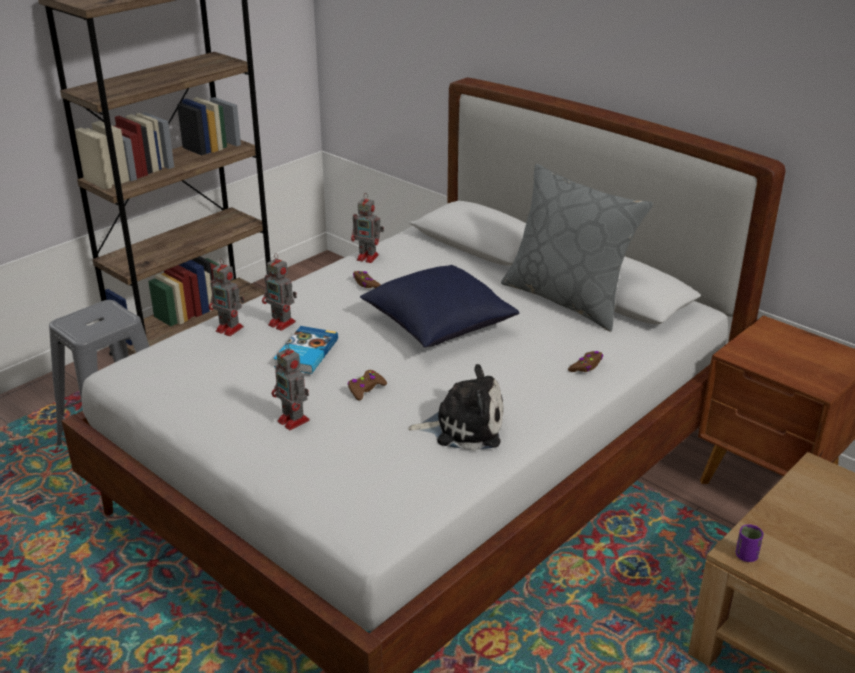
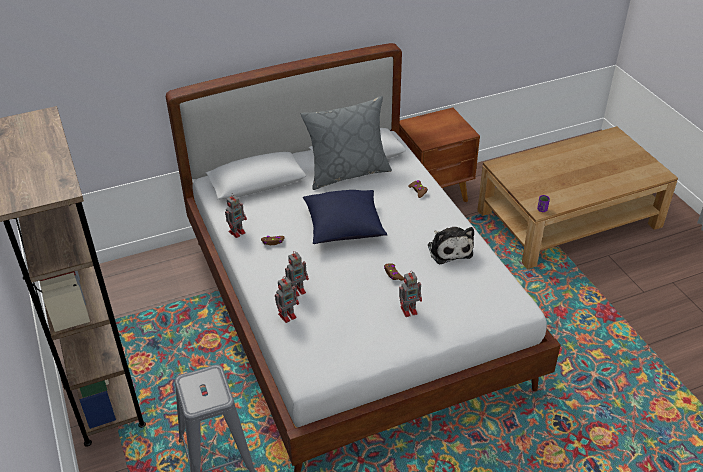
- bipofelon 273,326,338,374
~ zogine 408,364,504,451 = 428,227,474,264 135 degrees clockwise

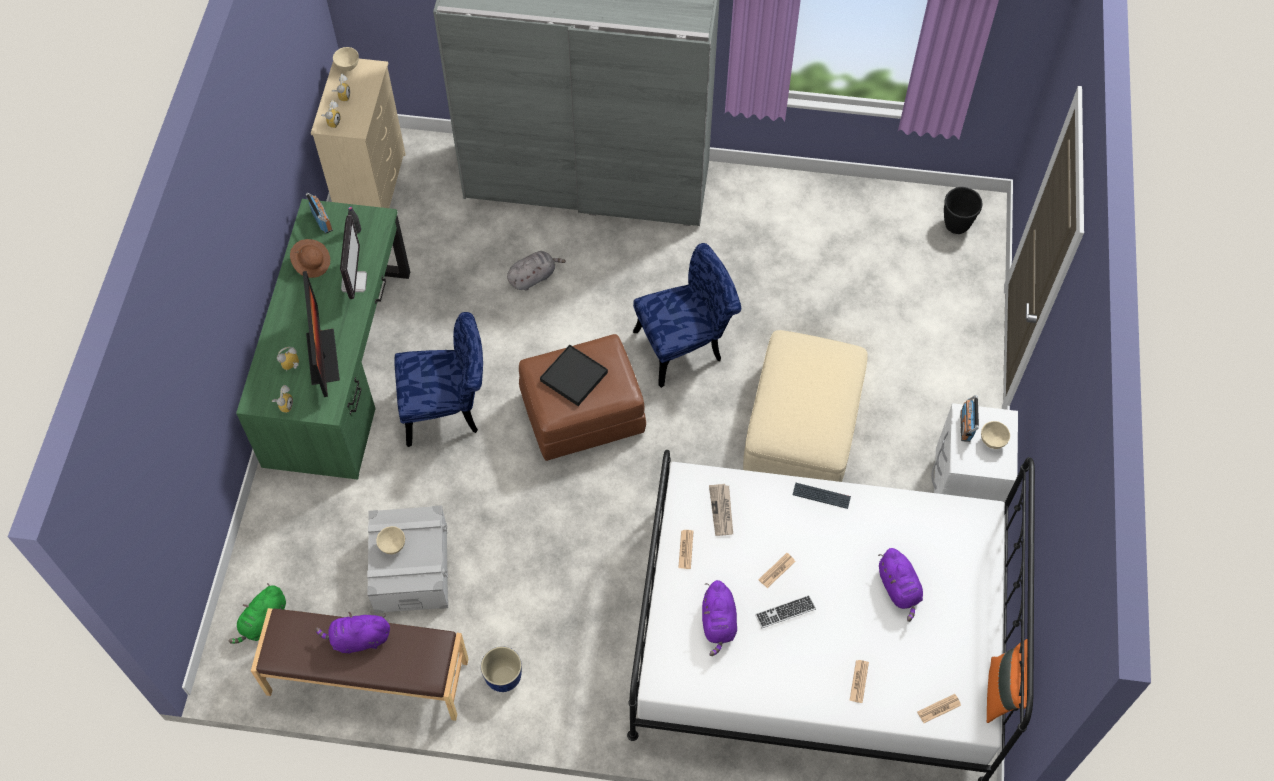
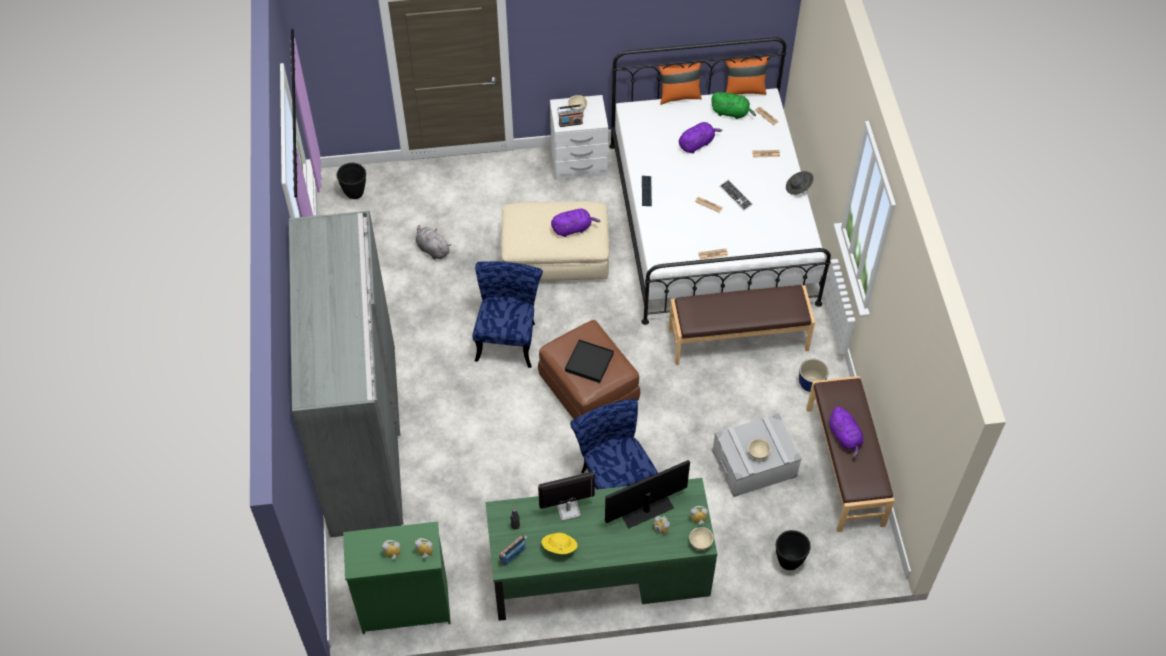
~ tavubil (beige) 333,47,359,71 to 689,527,714,550
~ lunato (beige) 311,59,406,208 to lunato (green) 343,521,451,634
~ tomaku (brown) 290,239,330,278 to tomaku (yellow) 542,533,577,554
~ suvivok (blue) 633,243,741,388 = 472,261,543,368 45 degrees clockwise
~ zogine (grey) 507,251,566,291 to 416,225,451,260
- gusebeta 709,484,733,536
~ zogine (purple) 702,580,737,656 to 551,209,601,237
~ zogine (green) 228,583,286,644 to 711,92,756,119
+ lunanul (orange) 658,63,702,105
+ tomaku (grey) 786,171,814,195
+ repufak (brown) 669,285,815,365
+ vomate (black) 776,530,811,570

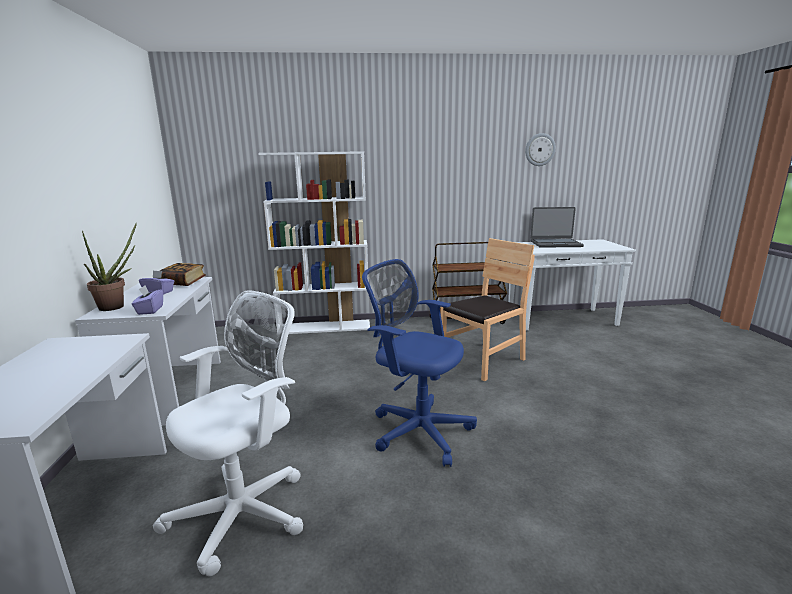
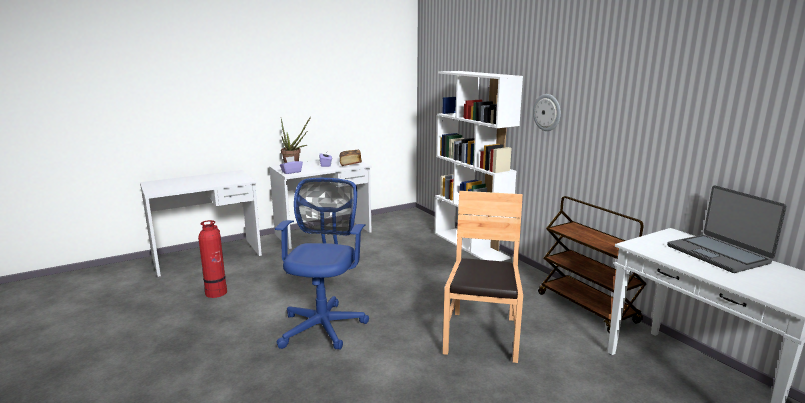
~ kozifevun 525,133,556,166 to 533,94,561,131
~ suvivok (brown) 440,238,535,382 = 443,191,523,363 105 degrees counterclockwise
~ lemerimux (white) 153,291,303,576 to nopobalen 198,220,227,298

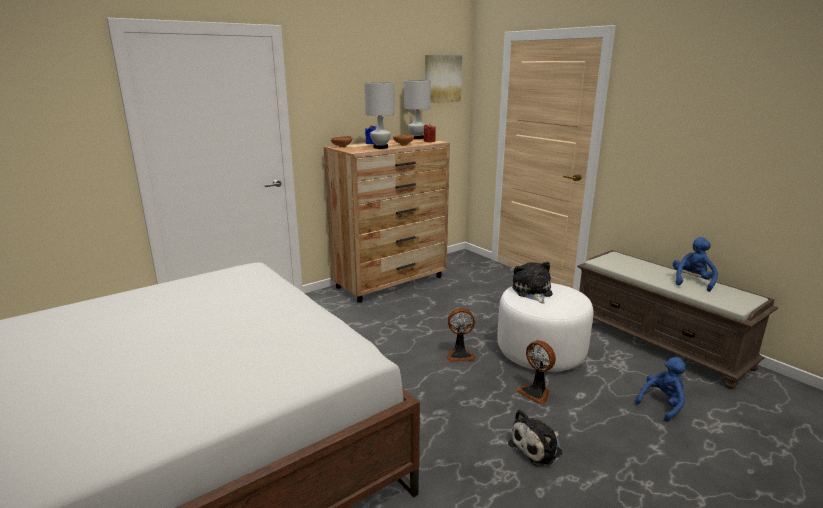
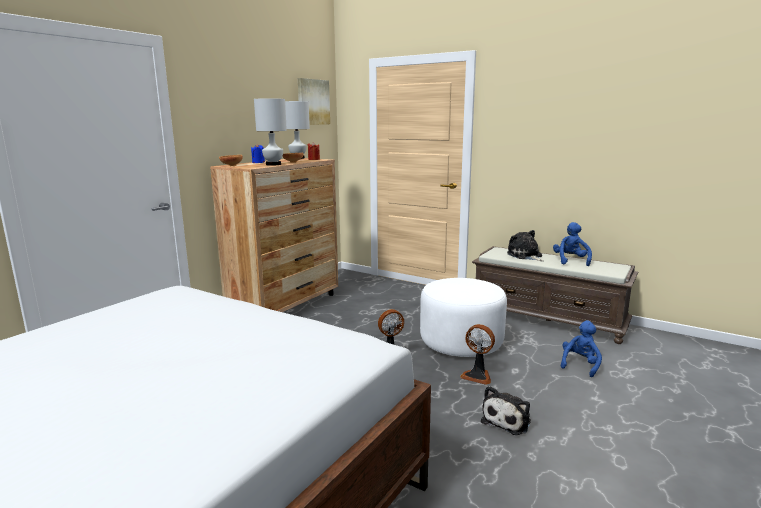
~ zogine 512,262,553,304 to 507,230,544,261

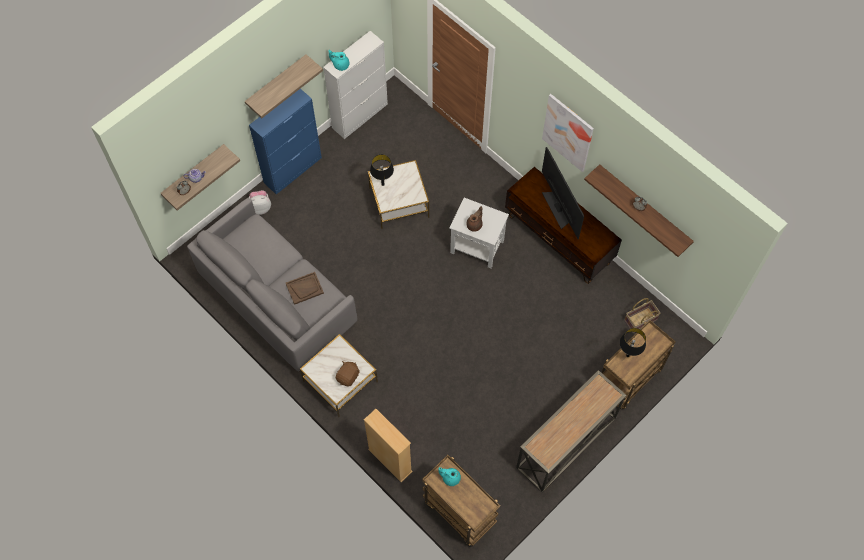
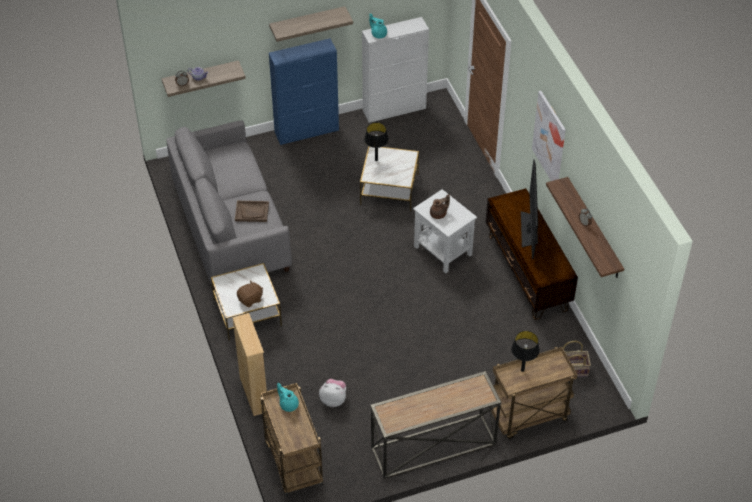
~ zogine 249,190,271,215 to 319,379,346,407

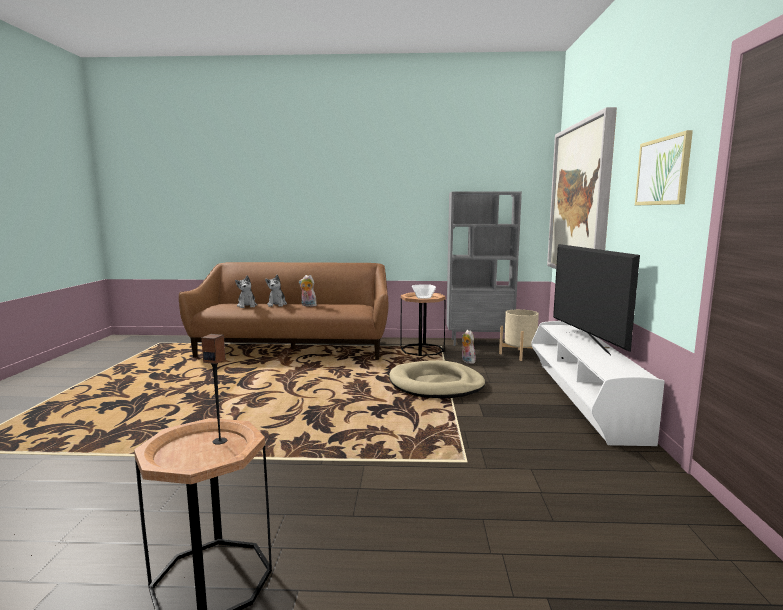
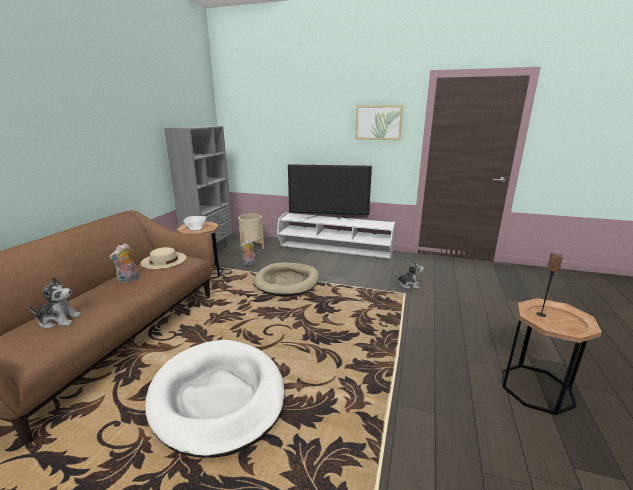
- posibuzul 547,107,617,269
~ zogine 265,275,287,307 to 394,259,424,289
+ tomaku (beige) 140,247,186,269
+ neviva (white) 145,340,285,458

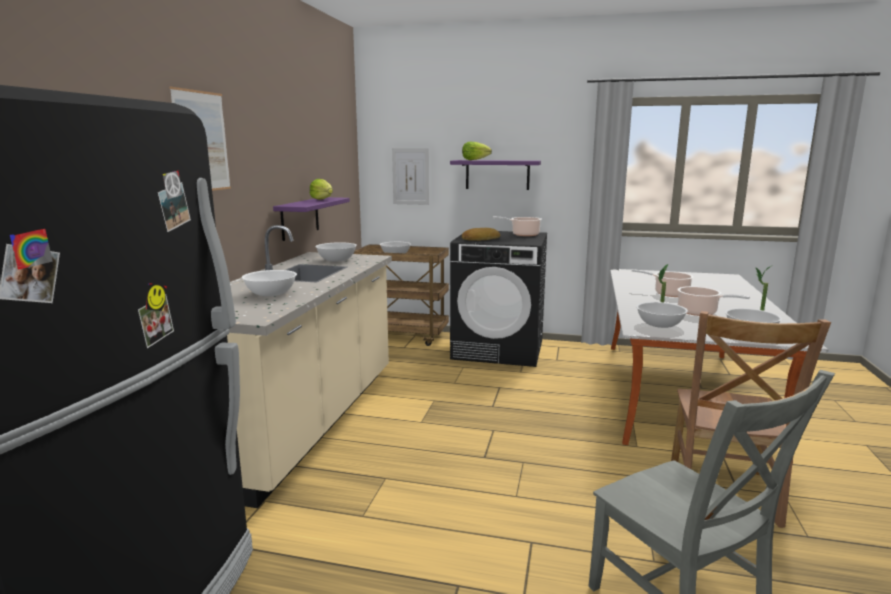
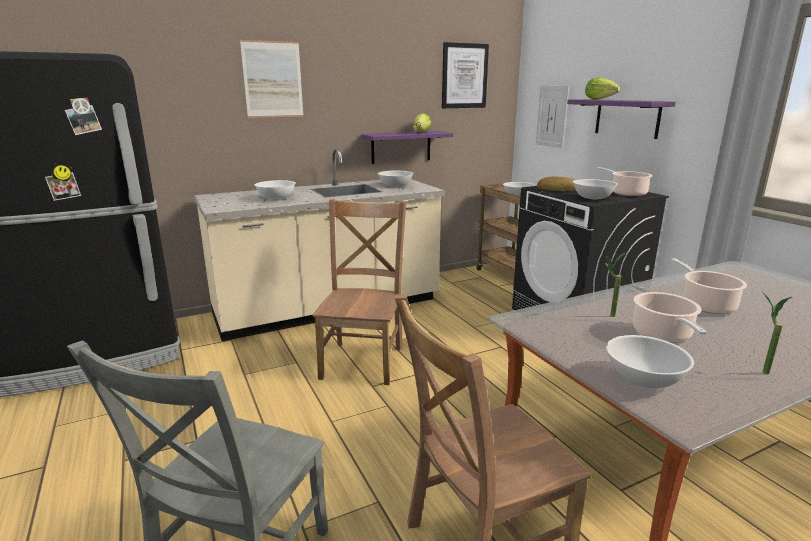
~ tavubil (white) 636,302,688,328 to 573,179,618,199
+ posibuzul 442,42,489,108
+ suvivok (brown) 312,199,407,385

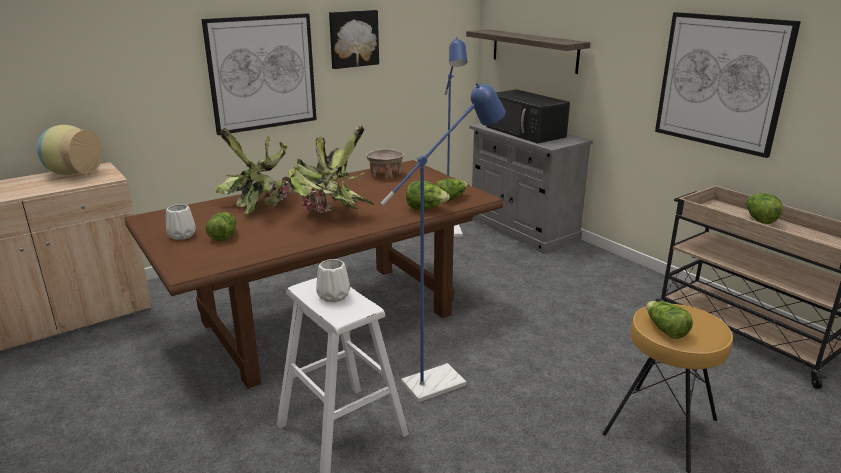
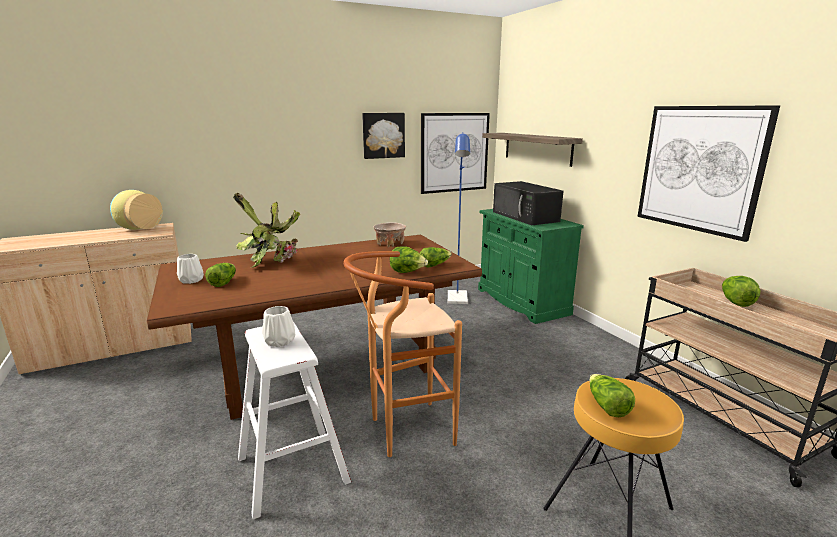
~ posibuzul 201,13,317,135 to 421,113,490,194
~ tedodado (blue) 381,83,506,402 to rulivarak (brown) 343,251,462,457
~ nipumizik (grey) 470,123,593,254 to nipumizik (green) 478,209,584,324
- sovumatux 288,125,375,213

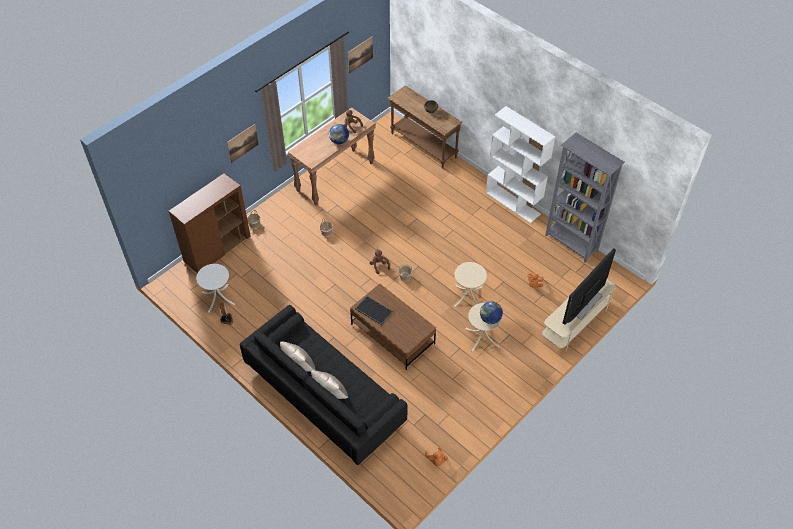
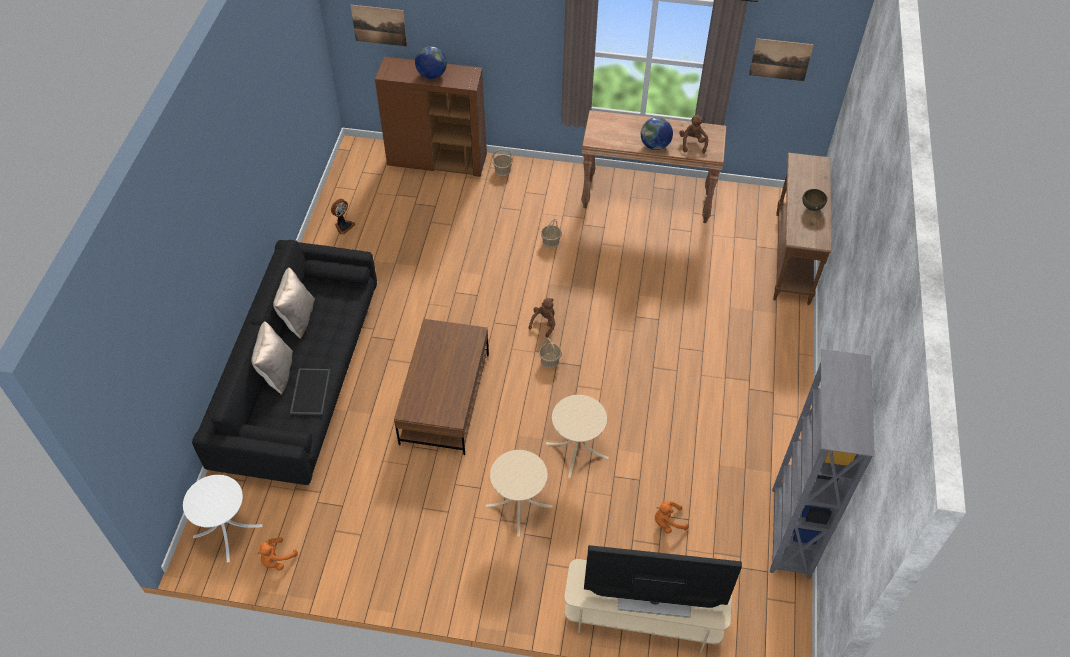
- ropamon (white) 486,106,555,223
~ posibuzul 227,124,259,163 to 351,5,407,47
~ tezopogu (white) 196,264,235,313 to 183,475,263,562
~ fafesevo 355,296,393,325 to 290,368,330,415
~ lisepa 480,301,503,324 to 415,46,447,79

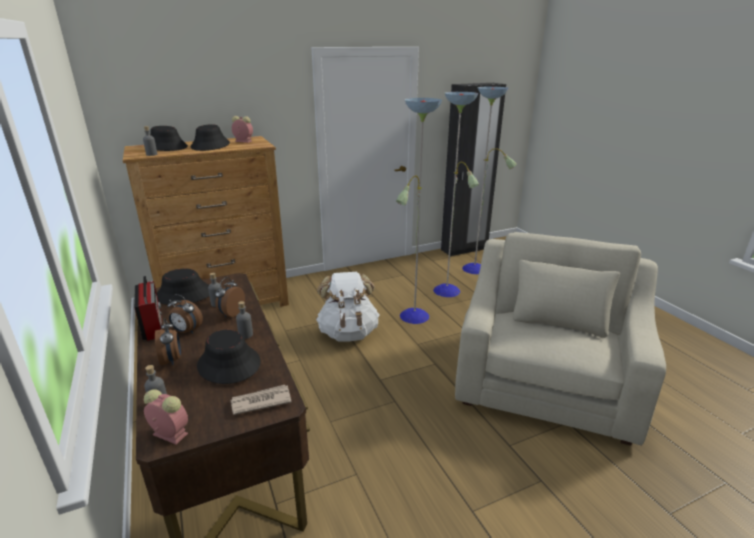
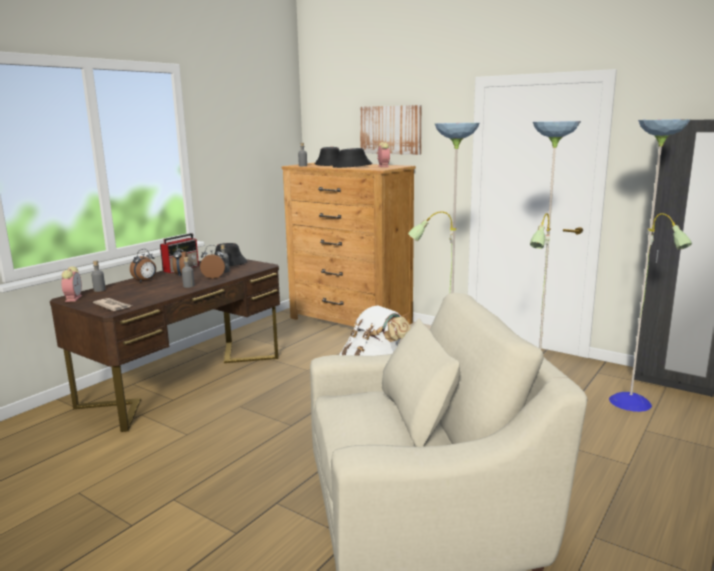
- tomaku (black) 197,330,261,384
+ posibuzul 360,105,422,155

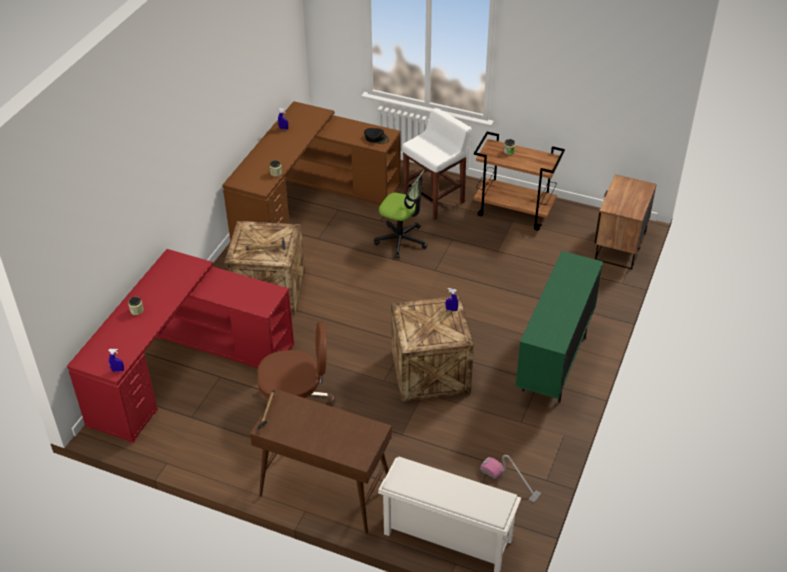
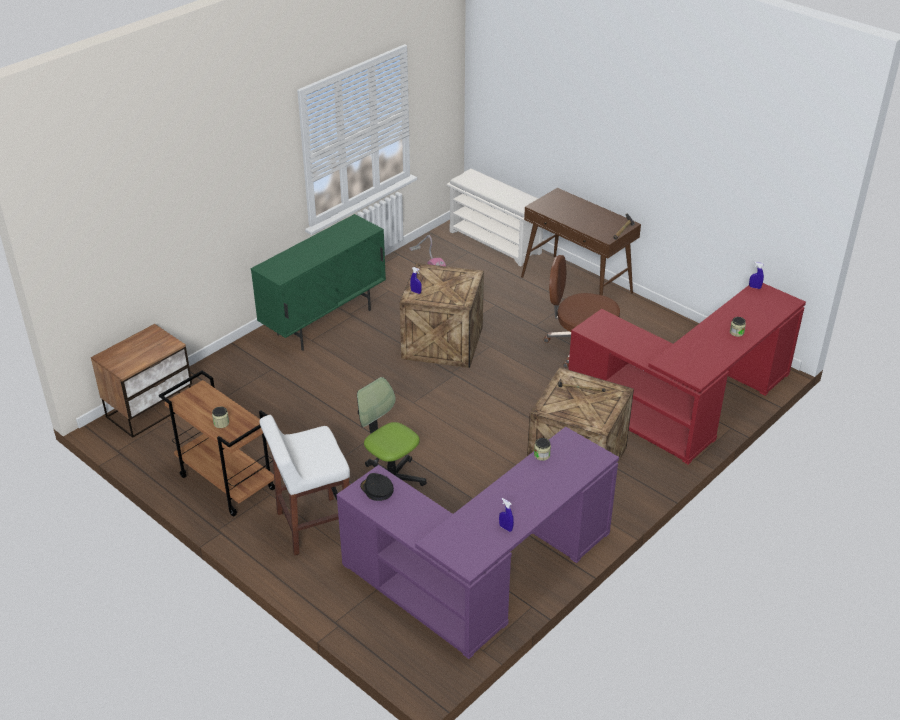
~ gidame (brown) 222,101,401,242 to gidame (purple) 337,427,619,659

